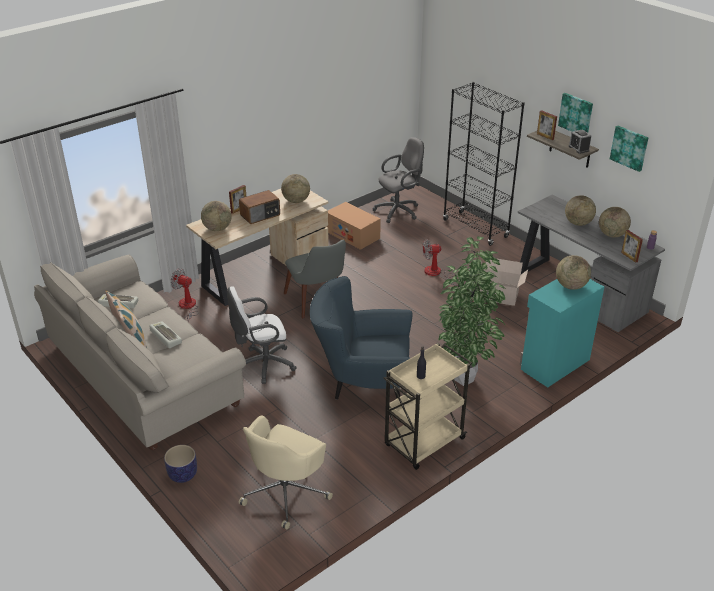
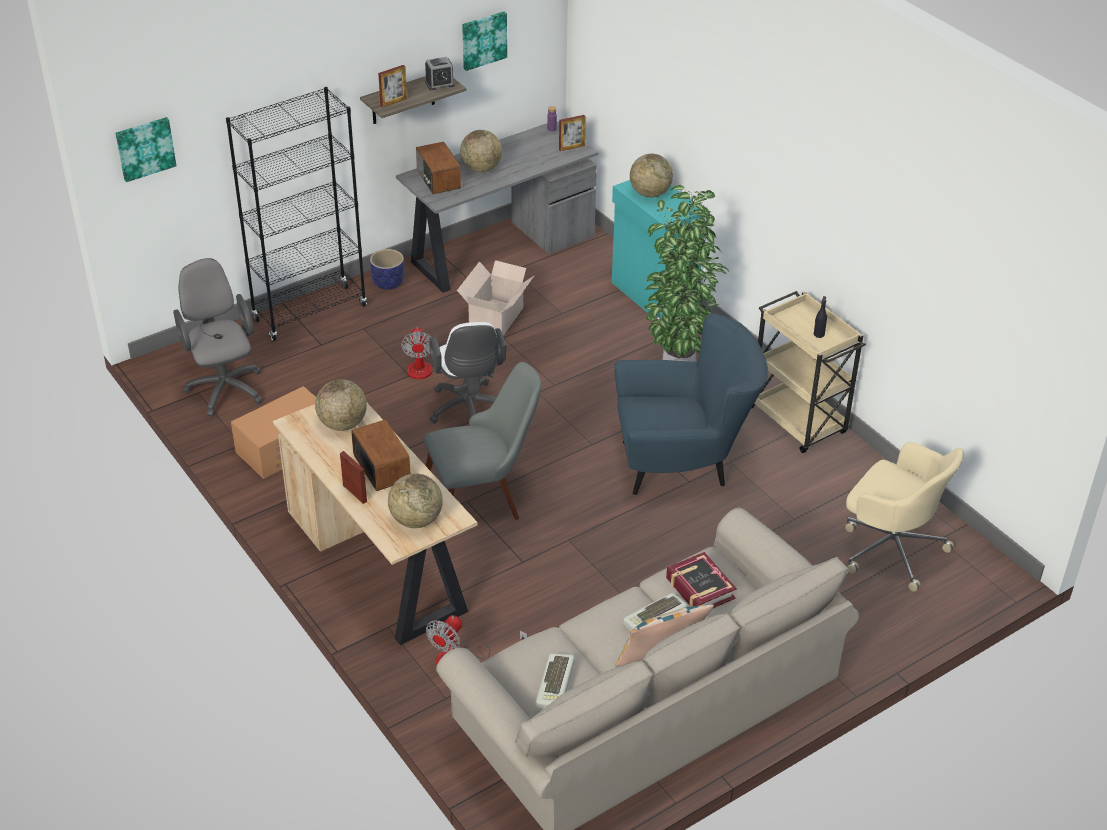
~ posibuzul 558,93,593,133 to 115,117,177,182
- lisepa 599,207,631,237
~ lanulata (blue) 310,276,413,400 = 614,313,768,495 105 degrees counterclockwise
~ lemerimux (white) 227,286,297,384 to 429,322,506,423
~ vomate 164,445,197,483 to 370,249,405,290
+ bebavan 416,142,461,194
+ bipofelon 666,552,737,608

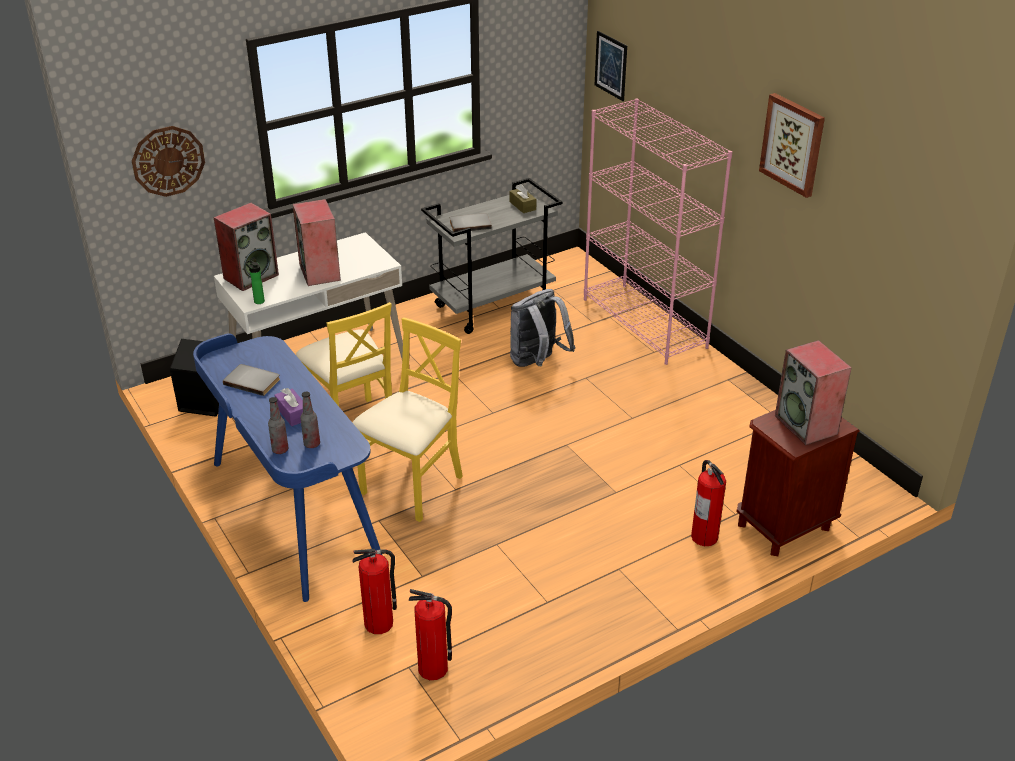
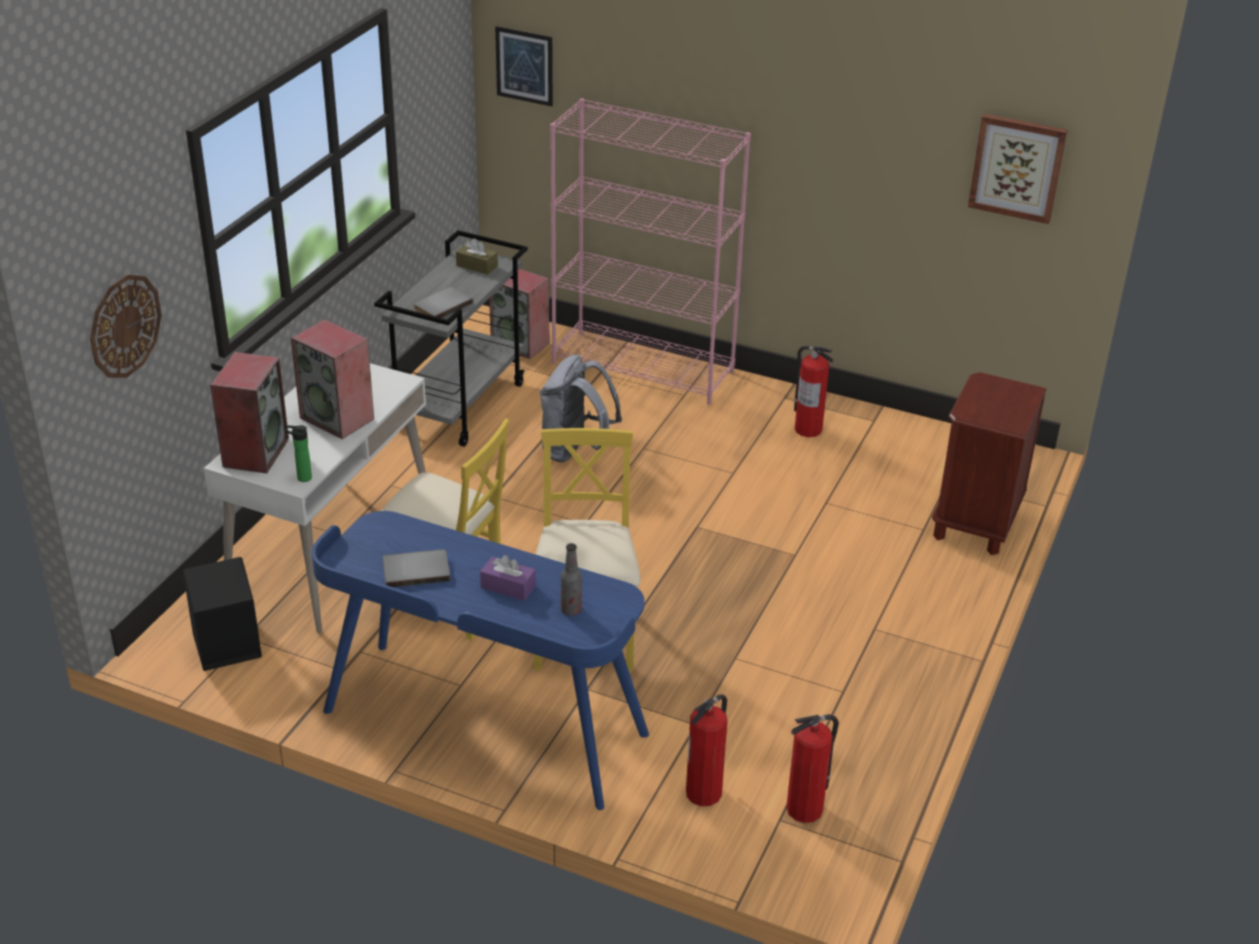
~ posibuzul 759,93,825,198 to 968,114,1068,224
~ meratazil 775,340,852,445 to 489,269,549,359
- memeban 268,397,289,454
~ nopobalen 691,460,726,546 to 794,345,833,437

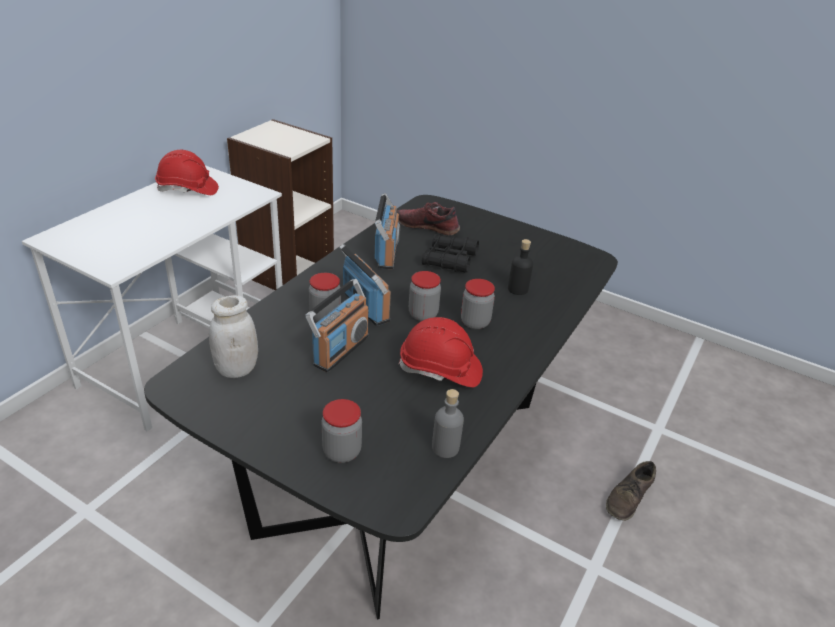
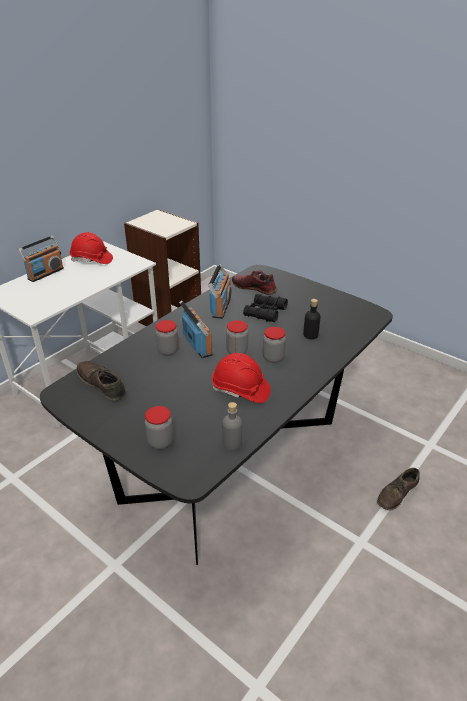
~ bebavan 305,279,369,372 to 18,236,64,282
~ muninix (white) 209,295,258,378 to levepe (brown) 76,361,126,401

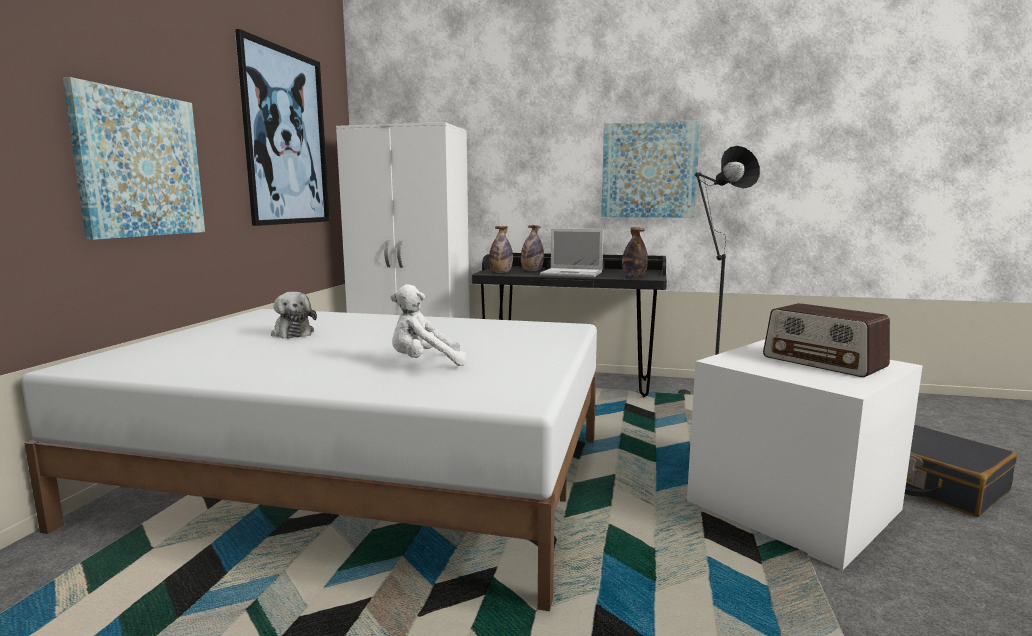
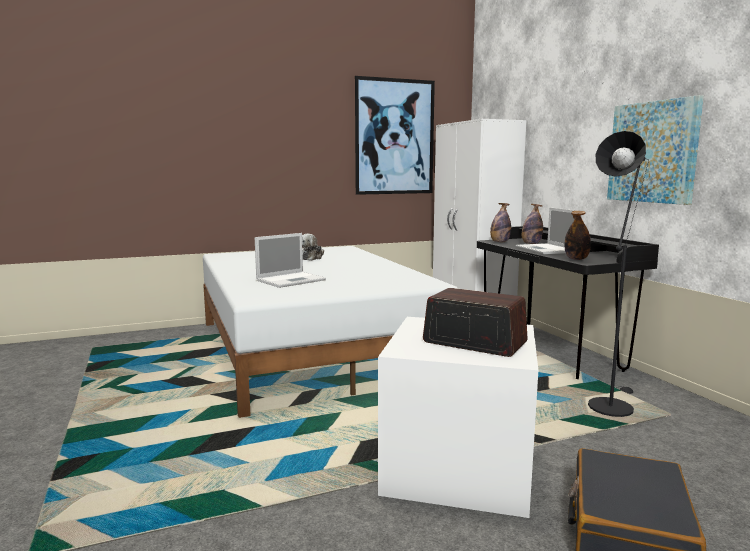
- posibuzul 63,77,205,240
~ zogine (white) 390,284,466,366 to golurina 255,233,326,288
~ bebavan 763,303,890,377 = 423,288,528,357 105 degrees clockwise

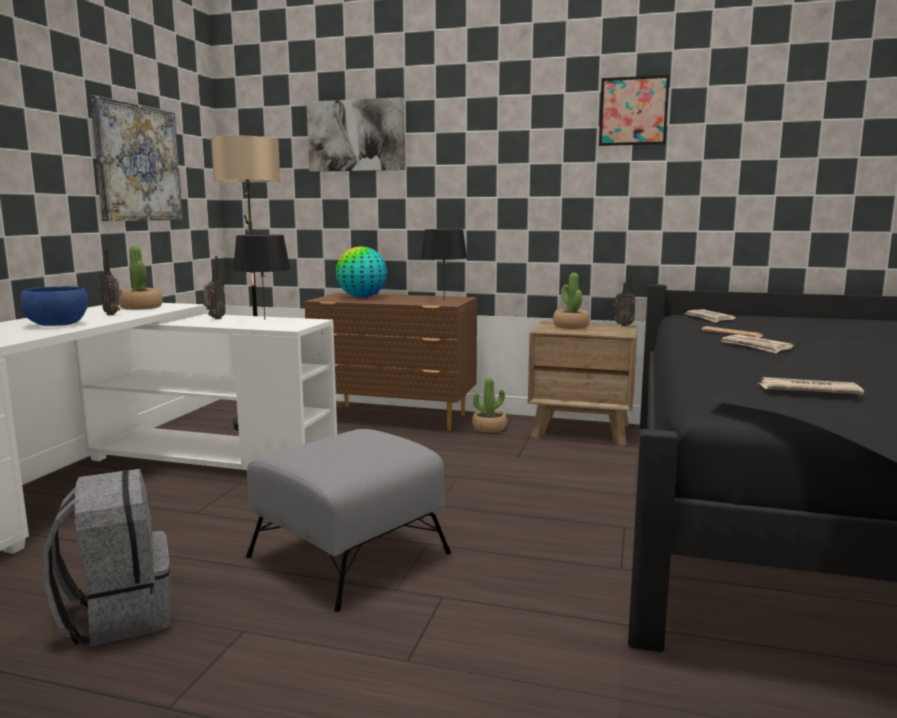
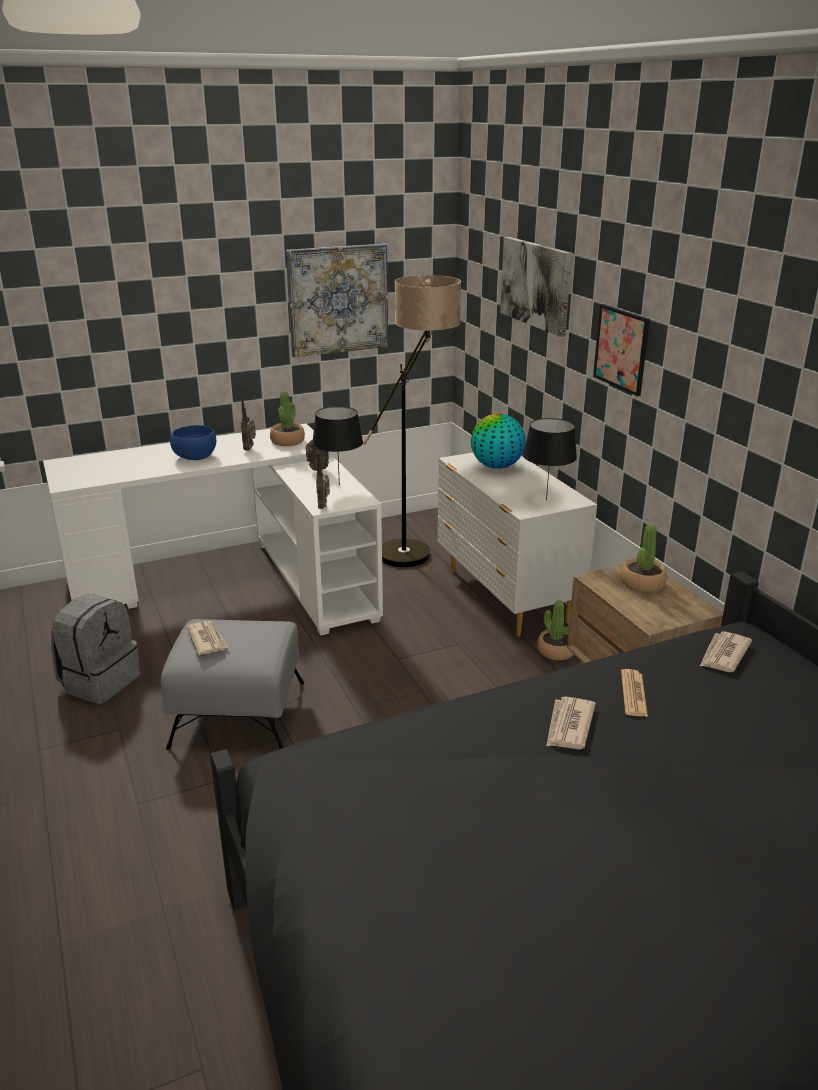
~ posibuzul 599,75,670,146 to 593,304,650,396
~ bebavan 613,272,636,326 to 316,453,330,509
~ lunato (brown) 304,293,477,431 to lunato (white) 437,452,597,636
~ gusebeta 758,377,864,395 to 187,621,228,655

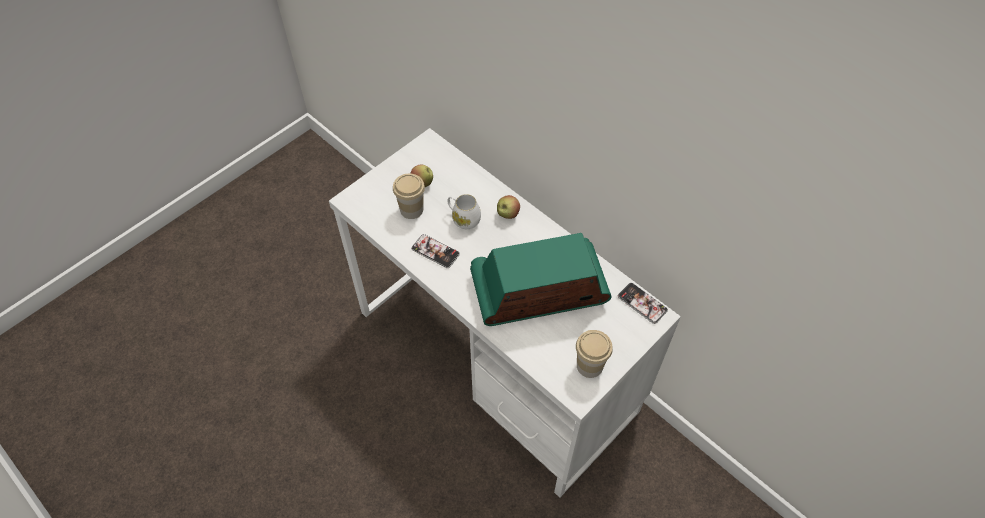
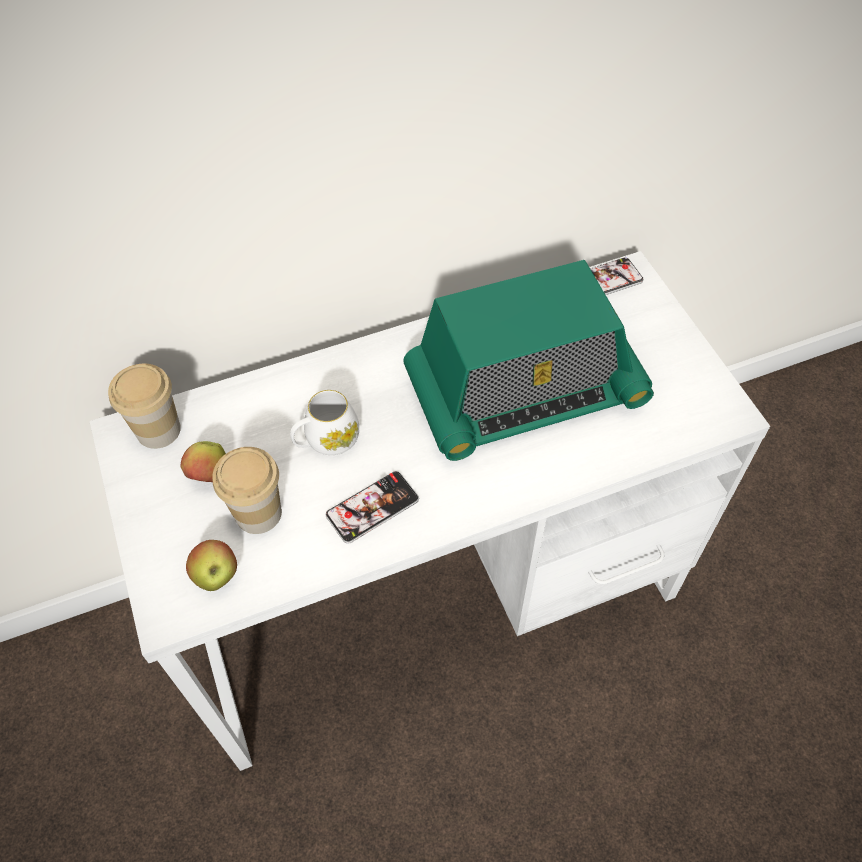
~ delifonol 497,195,520,219 to 186,540,237,591
~ bebavan 470,233,612,326 = 403,260,654,461 120 degrees counterclockwise
~ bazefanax 576,330,613,378 to 108,364,181,449

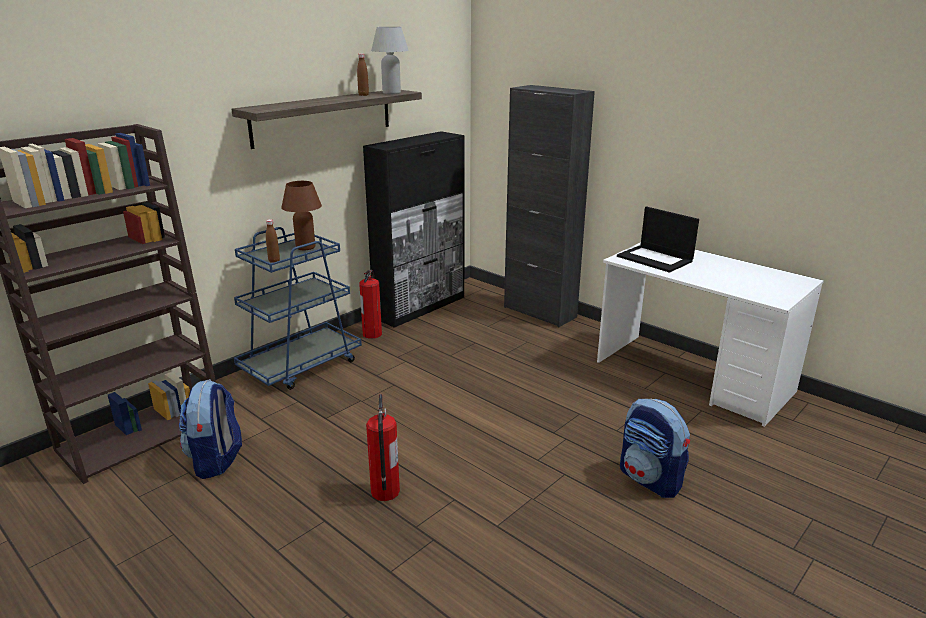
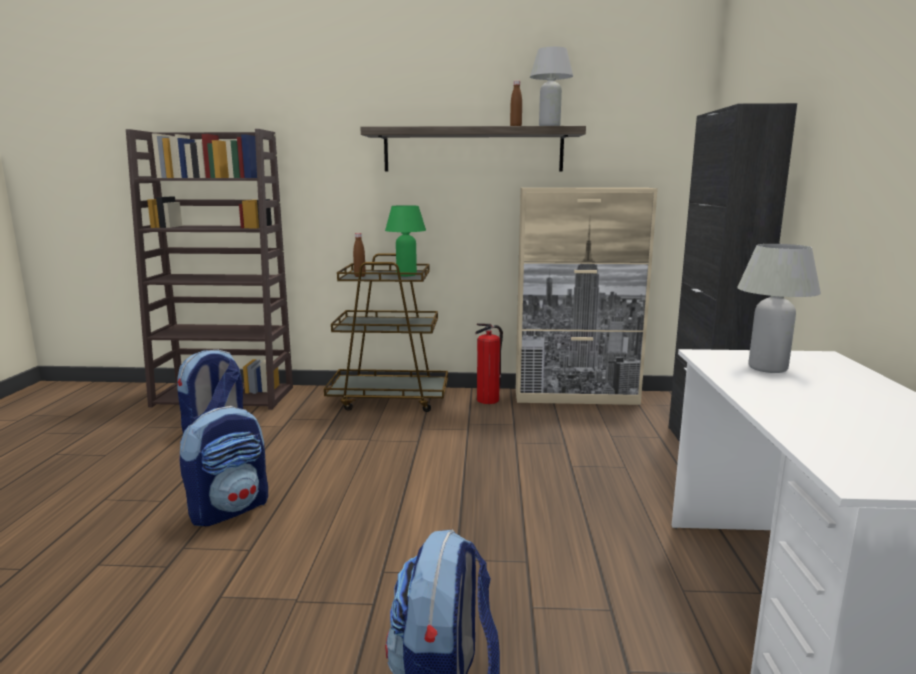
~ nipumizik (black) 363,131,465,328 to nipumizik (beige) 516,188,658,405
~ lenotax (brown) 281,181,322,250 to lenotax (green) 385,205,426,276
~ golurina 617,206,699,273 to lenotax (white) 737,244,821,373
~ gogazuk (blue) 234,227,362,390 to gogazuk (brown) 324,253,448,412
~ nopobalen 366,394,400,501 to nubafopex 179,406,268,526

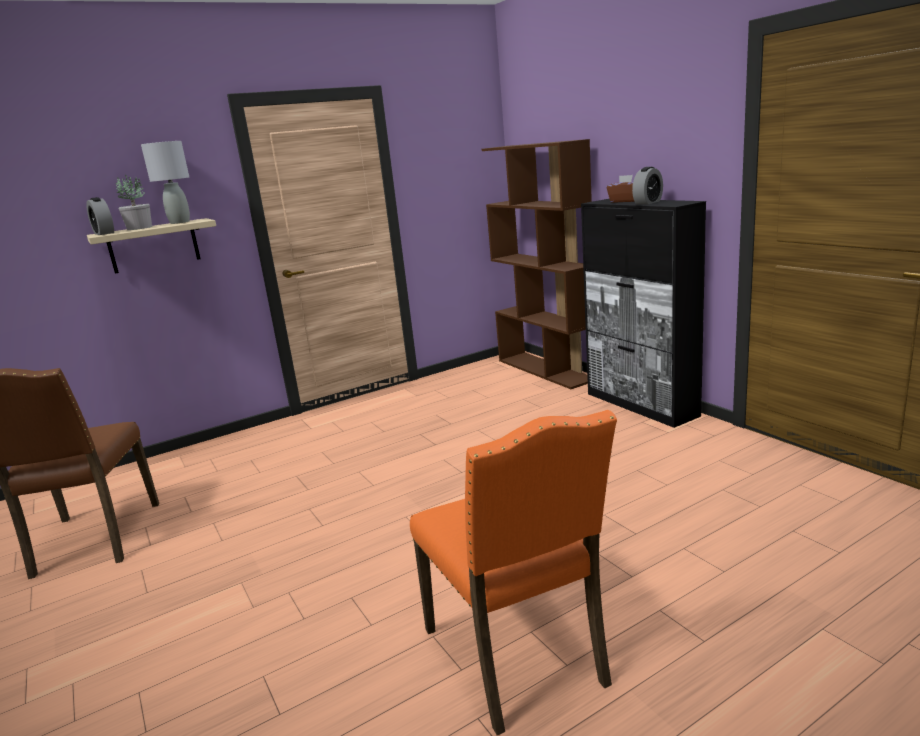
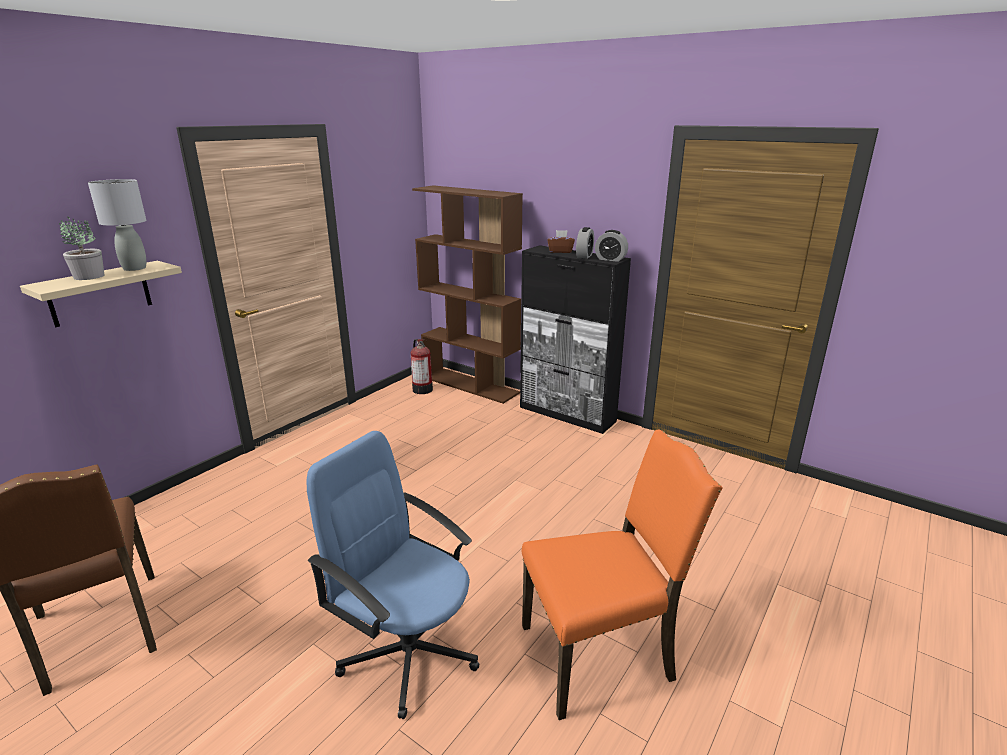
~ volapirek 86,197,114,235 to 595,230,628,262
~ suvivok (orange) 410,410,617,735 = 522,430,723,720 60 degrees counterclockwise
+ nopobalen 411,339,433,394
+ lemerimux (blue) 306,431,479,719

